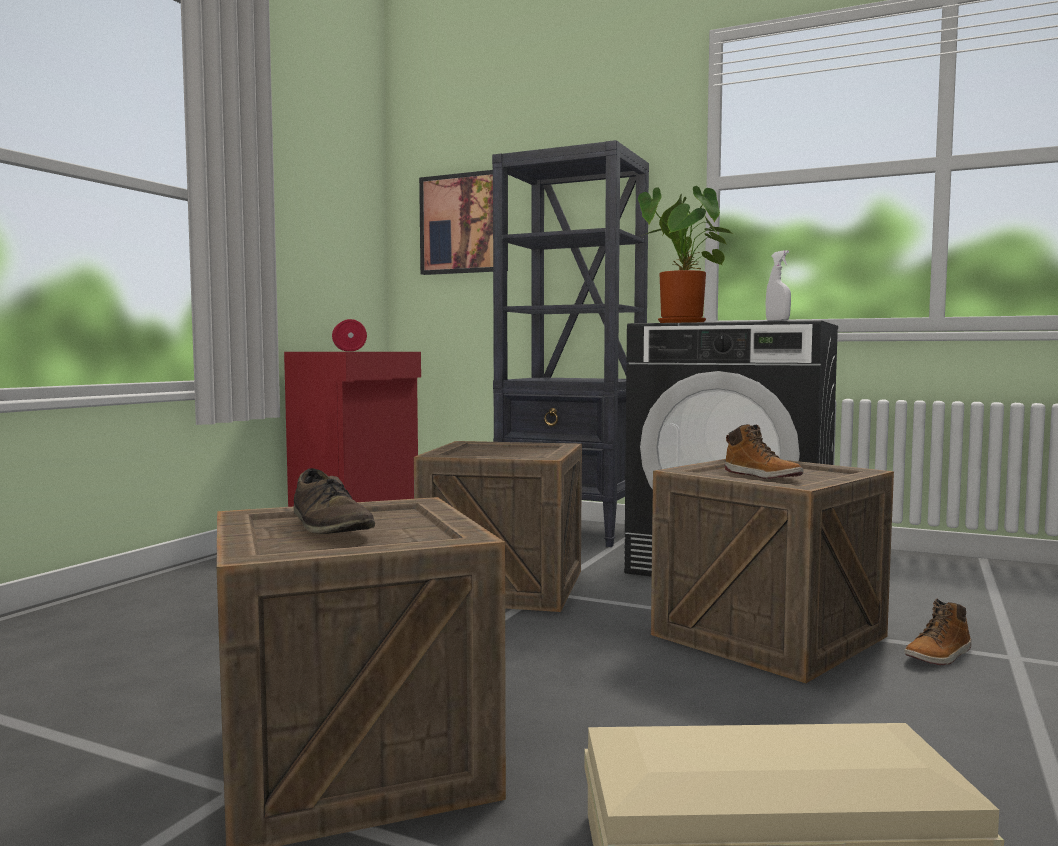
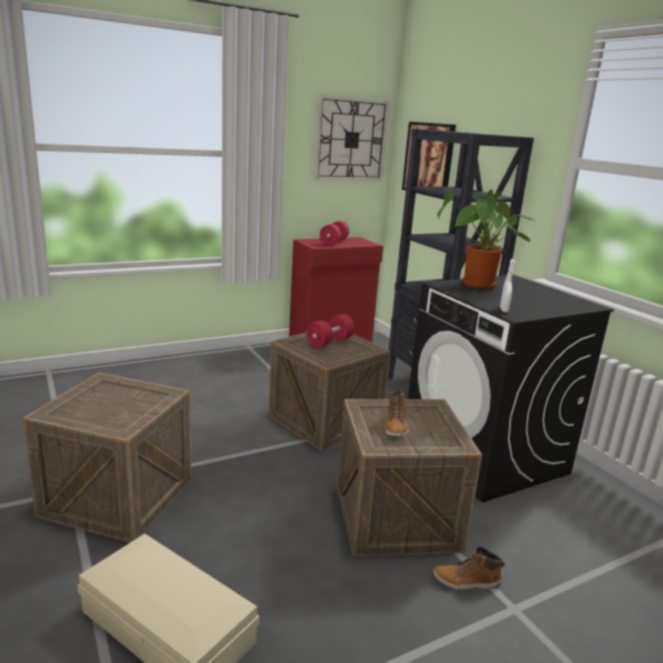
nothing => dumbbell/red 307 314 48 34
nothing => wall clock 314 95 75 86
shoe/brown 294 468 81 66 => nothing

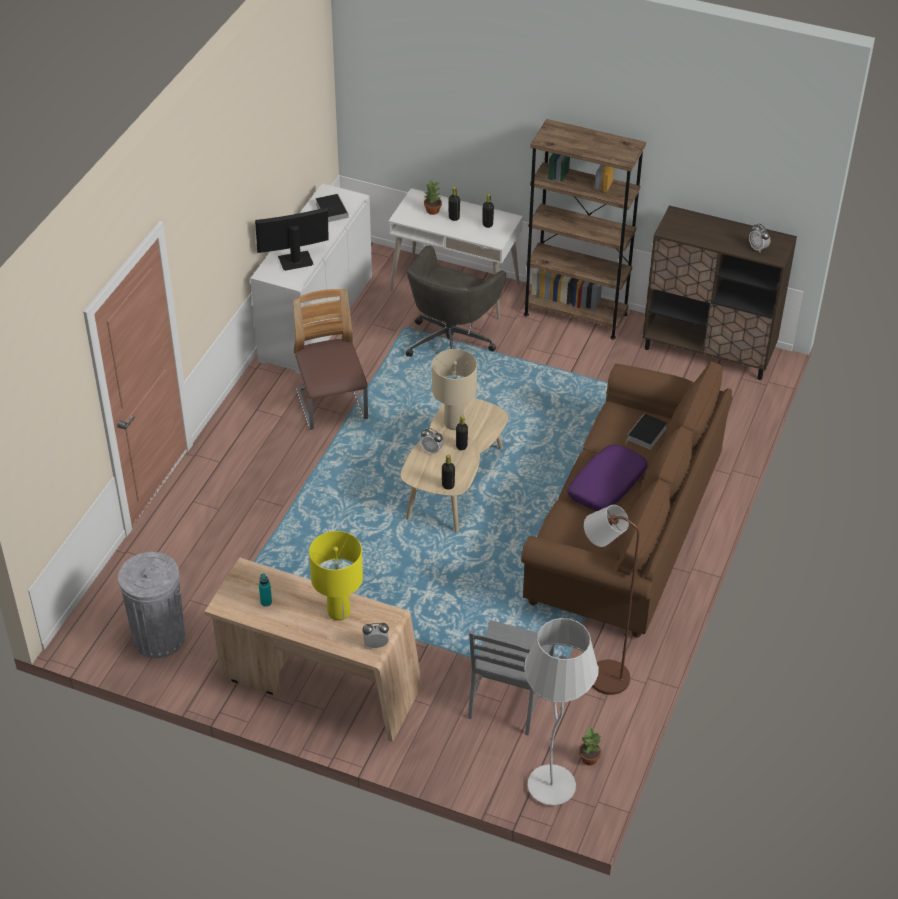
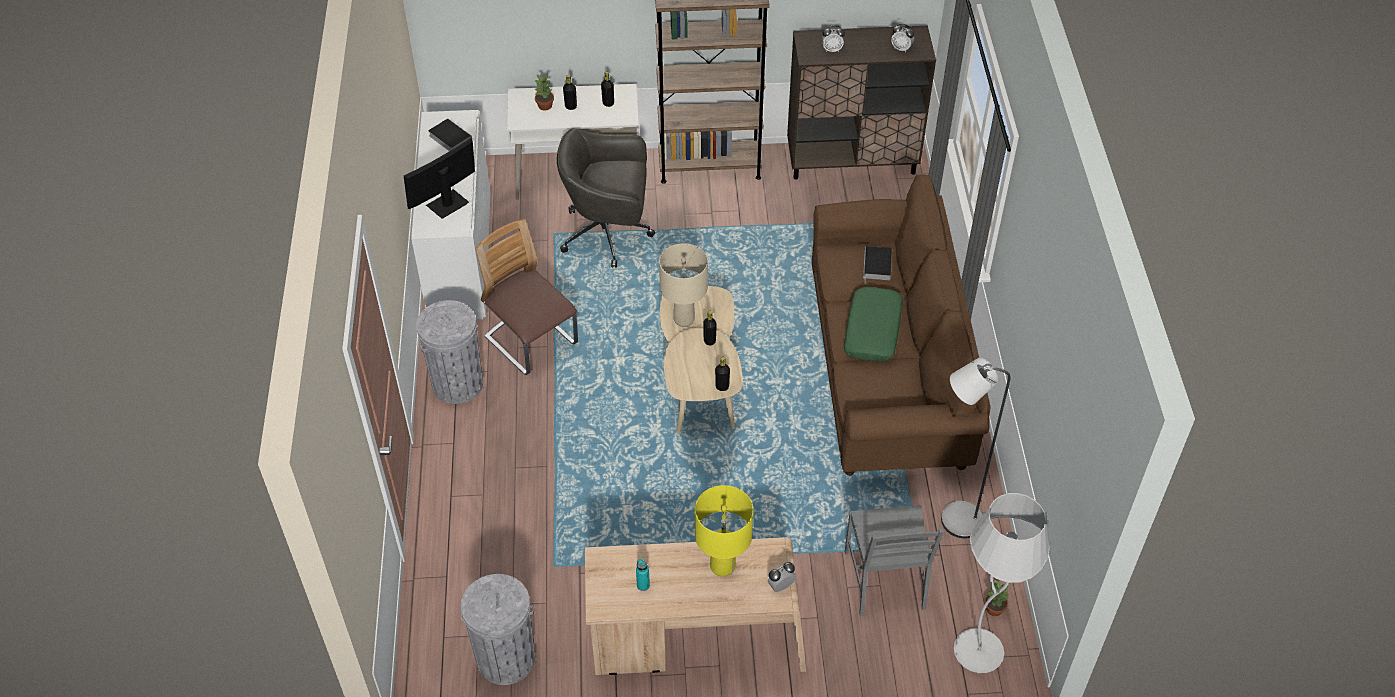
nothing => trash can/grey 416 300 67 104
office chair/grey 406 245 100 112 => office chair/grey 557 128 98 140, 90 degrees clockwise
alarm clock 420 428 24 26 => alarm clock 822 26 23 26, relocated
pillow/purple 567 445 81 66 => pillow/green 844 287 59 74
floor lamp/brown 584 505 56 190 => floor lamp/grey 941 358 70 180

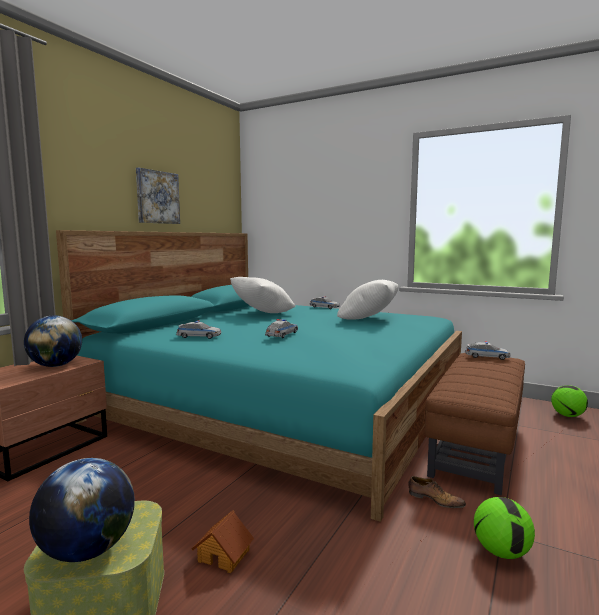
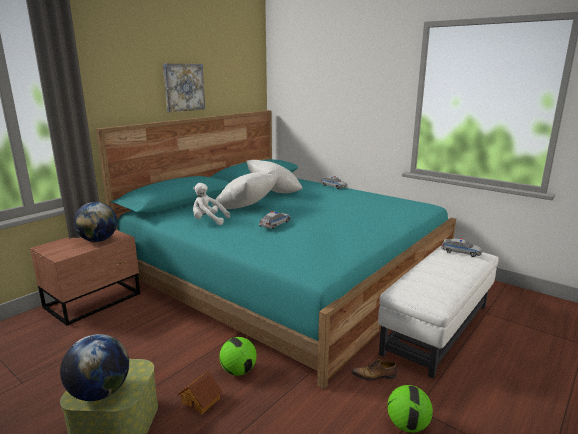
toy car 176 320 45 19 => plush toy/white 193 183 37 42
pillow/white 337 280 61 40 => pillow/white 213 172 65 37, relocated
football 551 385 37 32 => football 219 337 38 39, relocated
shoe 408 476 58 32 => shoe 351 359 47 22, 135 degrees clockwise
ottoman/brown 425 353 100 142 => ottoman/white 378 245 121 133

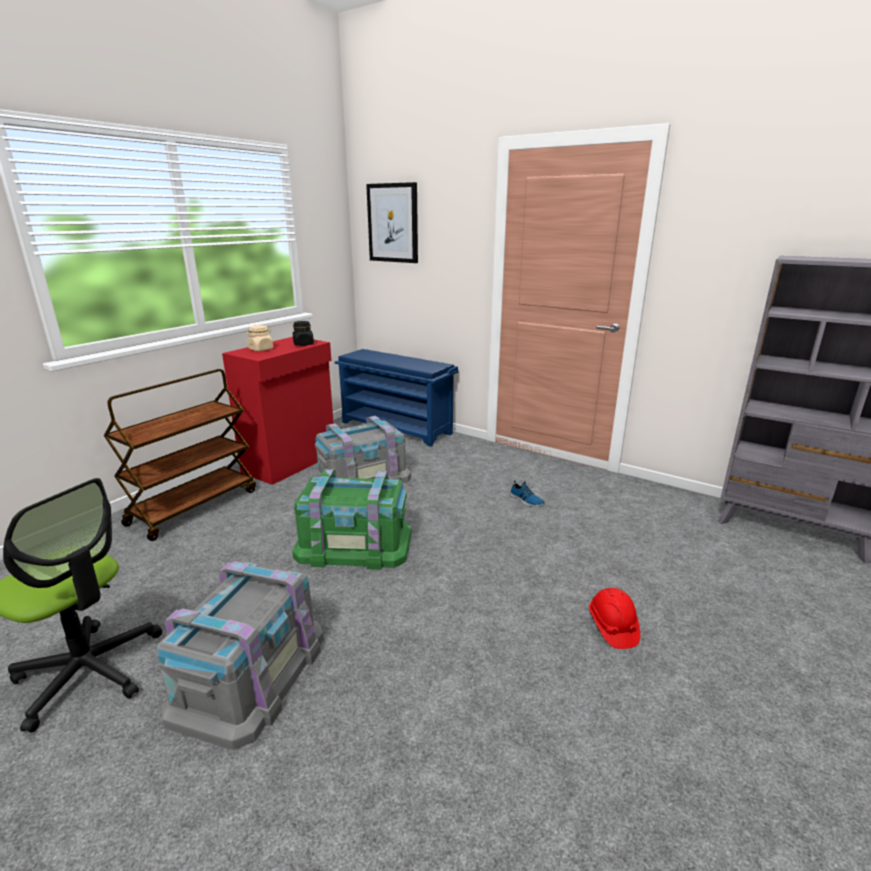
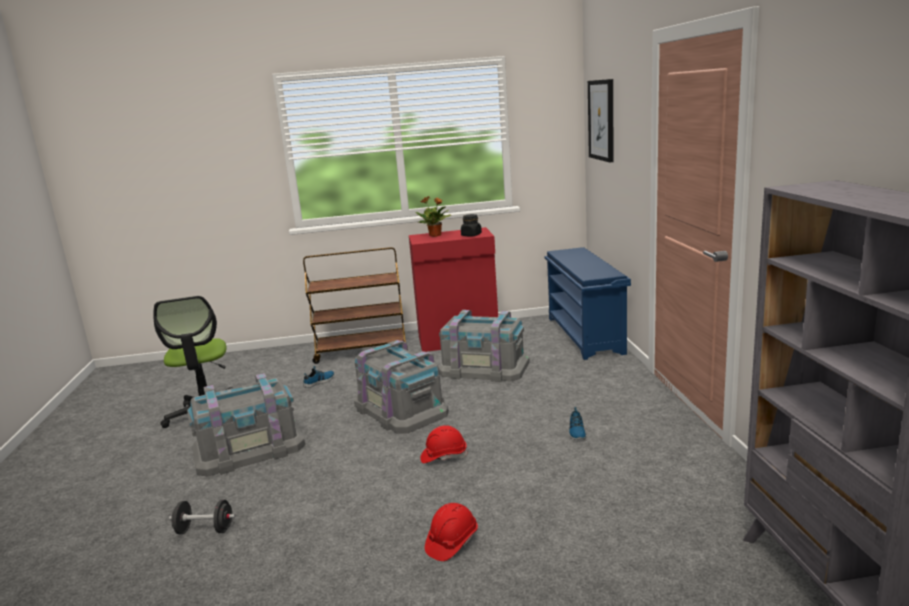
nothing => dumbbell/black 169 500 66 34
nothing => shoe 303 366 31 22
storage box/green 292 469 120 101 => storage box/grey 354 340 95 93
jar/beige 247 325 26 26 => potted plant 415 196 36 41
nothing => hard hat/red 420 425 47 38

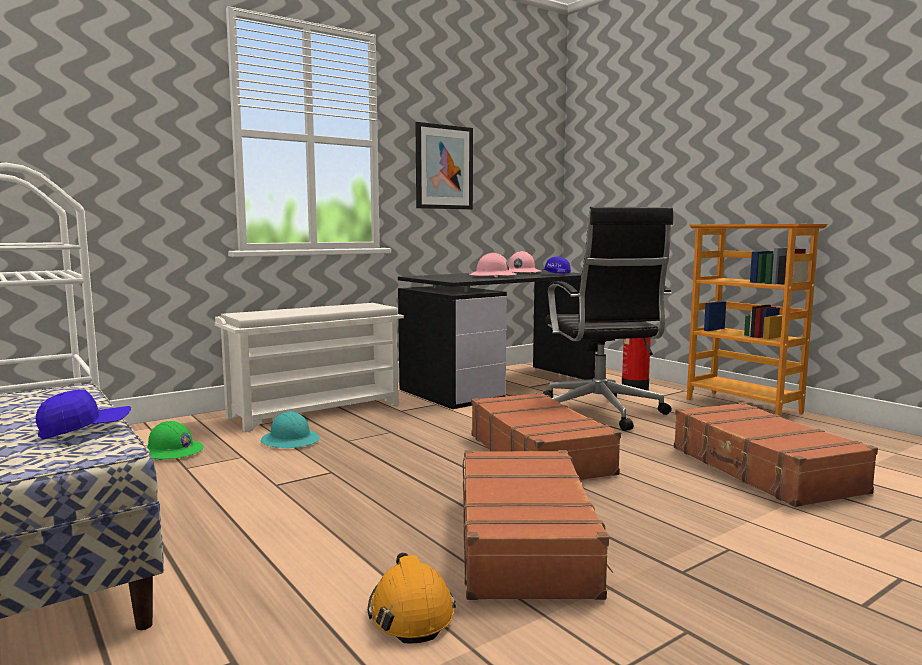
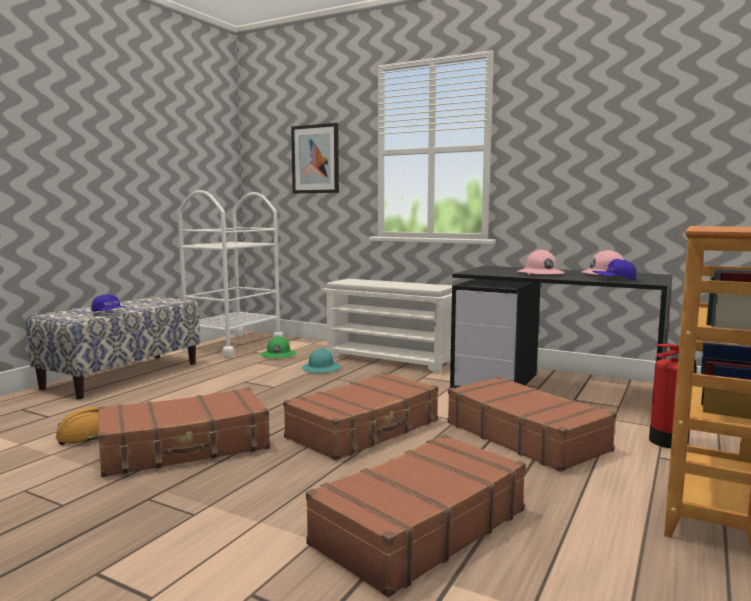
picture 415 122 58 87 => picture 291 123 48 70, relocated
office chair/black 543 207 130 224 => suitcase/brown 447 377 170 95

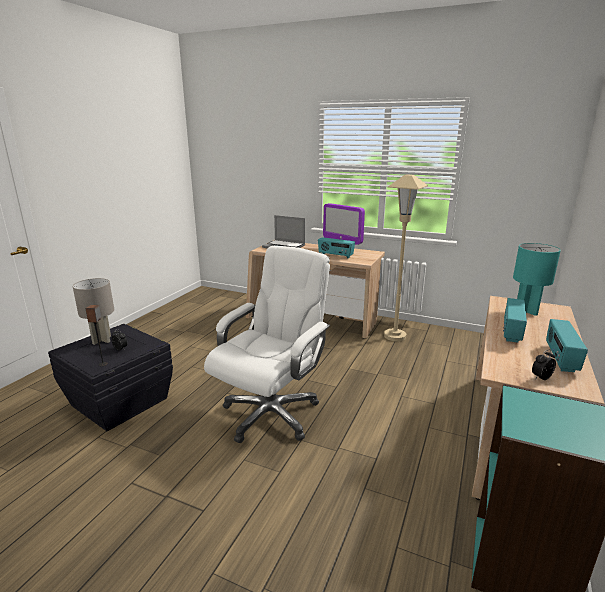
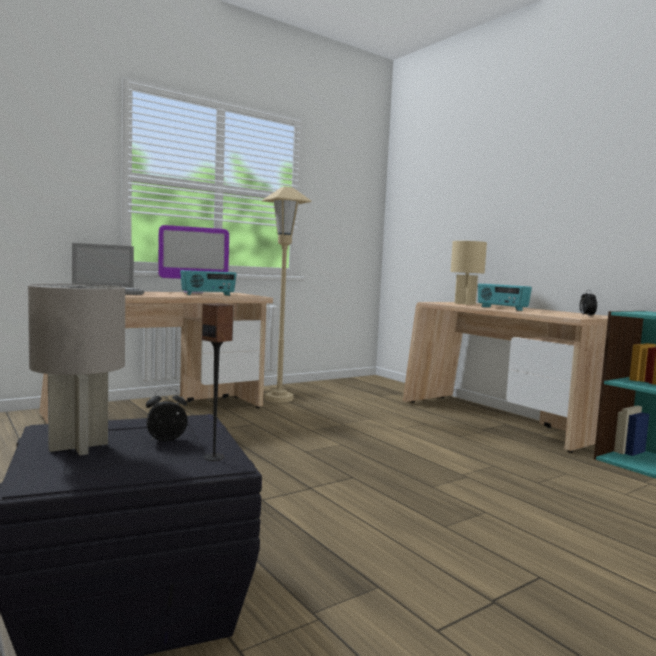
table lamp/turquoise 513 243 48 73 => table lamp/beige 451 241 36 64
office chair/white 204 246 126 197 => nothing
radio 546 319 42 53 => nothing

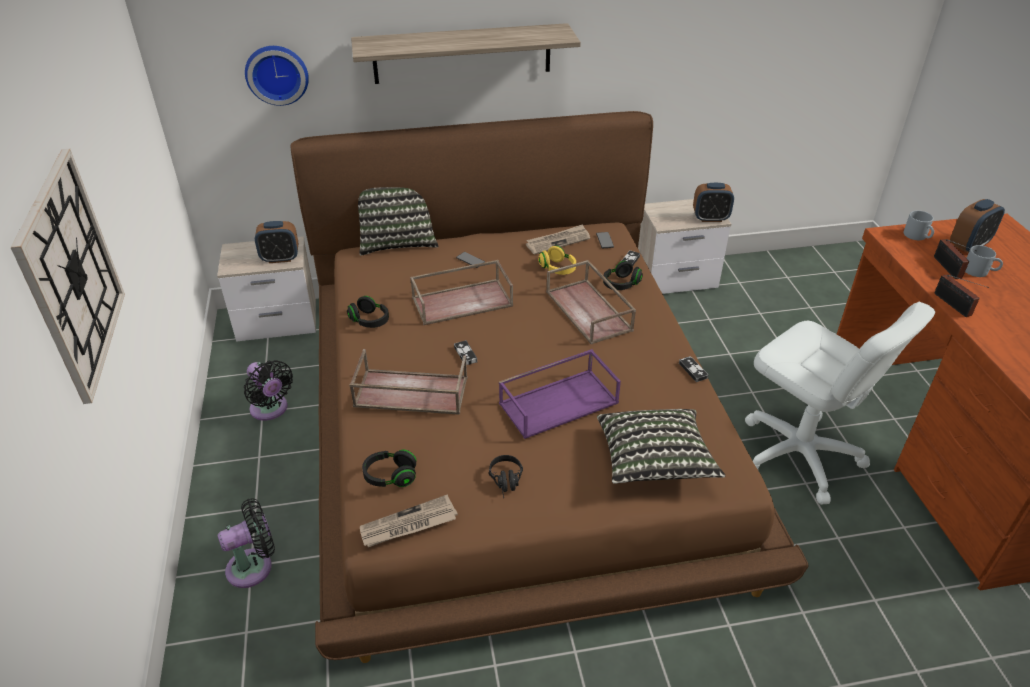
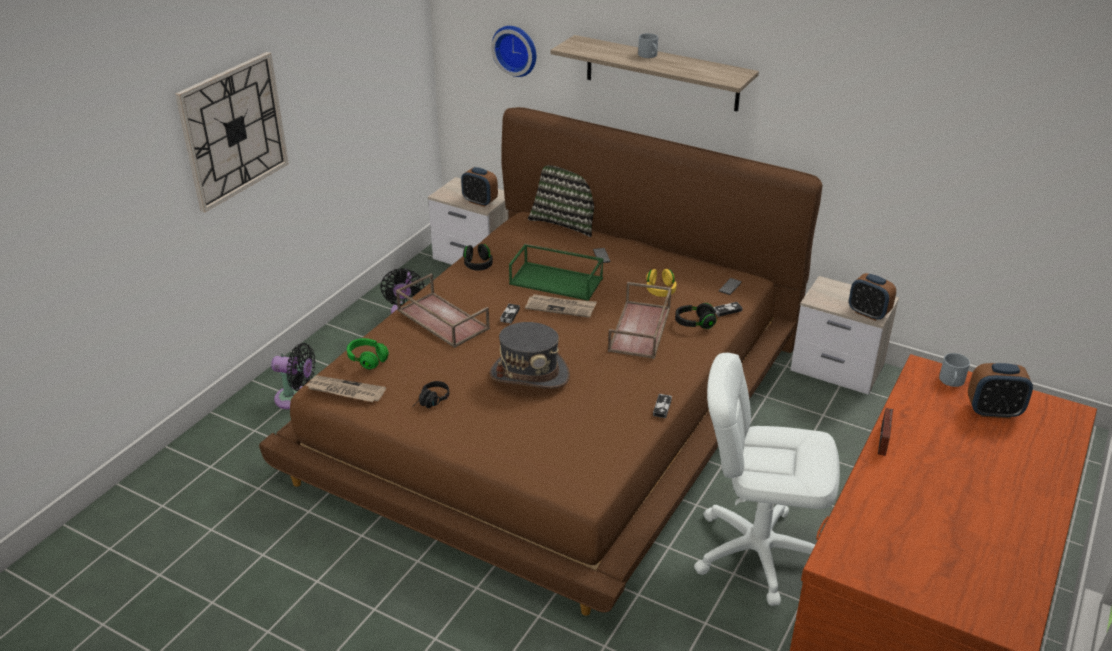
headphones/black 362 449 55 38 => headphones/green 347 338 42 32
tray/purple 499 349 122 90 => hat/grey 489 322 81 67
tray/brown 410 260 103 65 => tray/green 509 244 94 57
newspaper 526 224 64 31 => newspaper 525 294 72 24, relocated
mug/grey 965 245 38 32 => mug/grey 638 33 20 25, relocated
office chair/white 745 302 190 203 => office chair/white 694 353 146 253, 105 degrees clockwise
pillow 597 409 129 75 => nothing
radio 934 239 43 40 => nothing

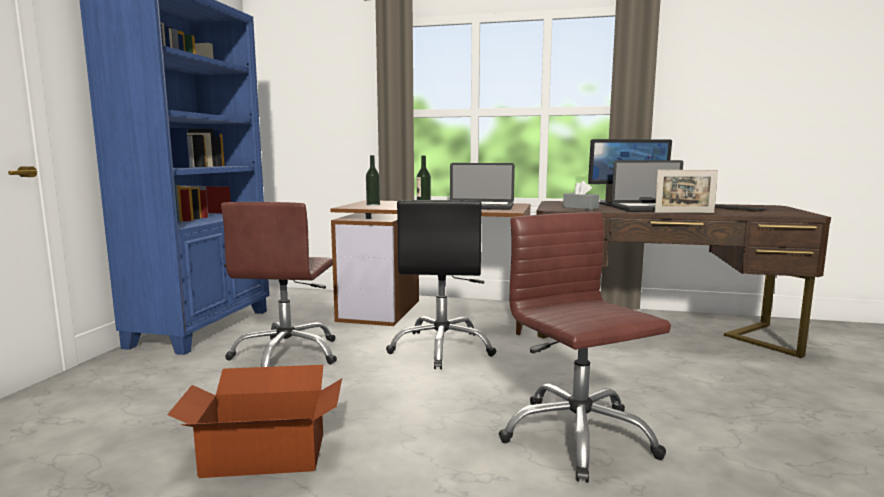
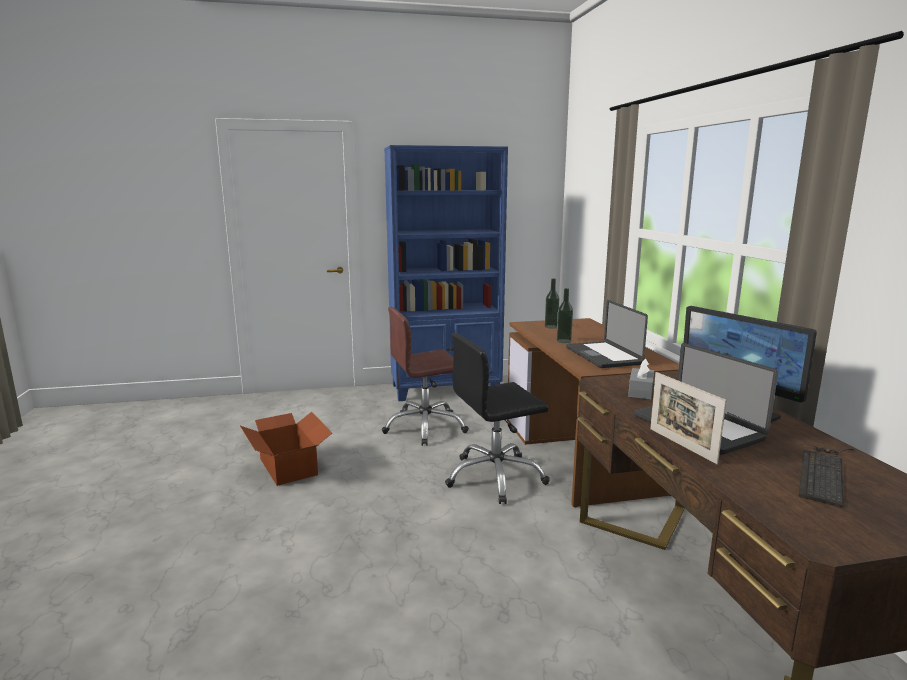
office chair/brown 499 212 172 270 => nothing

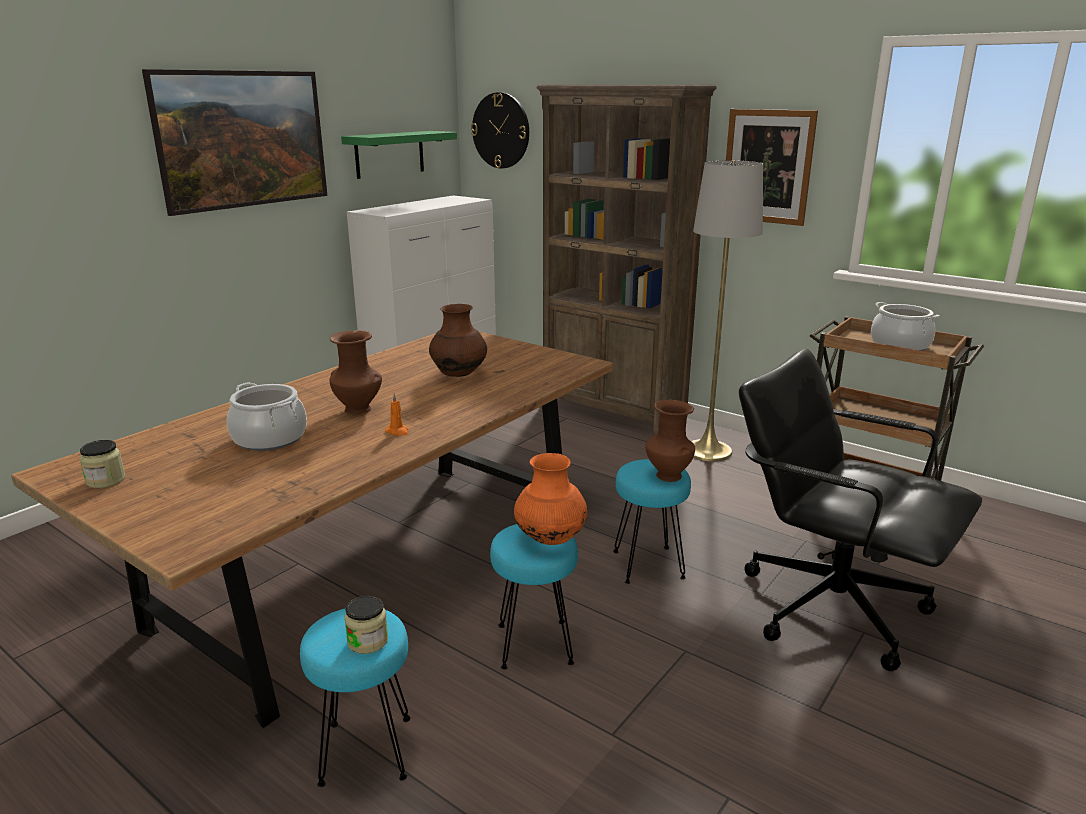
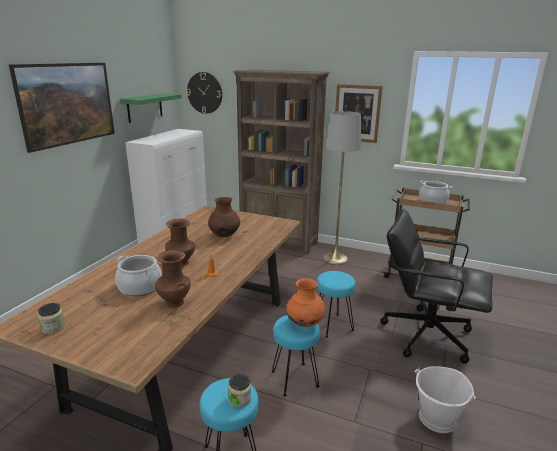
vase/brown 645 399 50 83 => vase/brown 155 250 36 58, relocated
nothing => bucket/white 415 366 61 67

